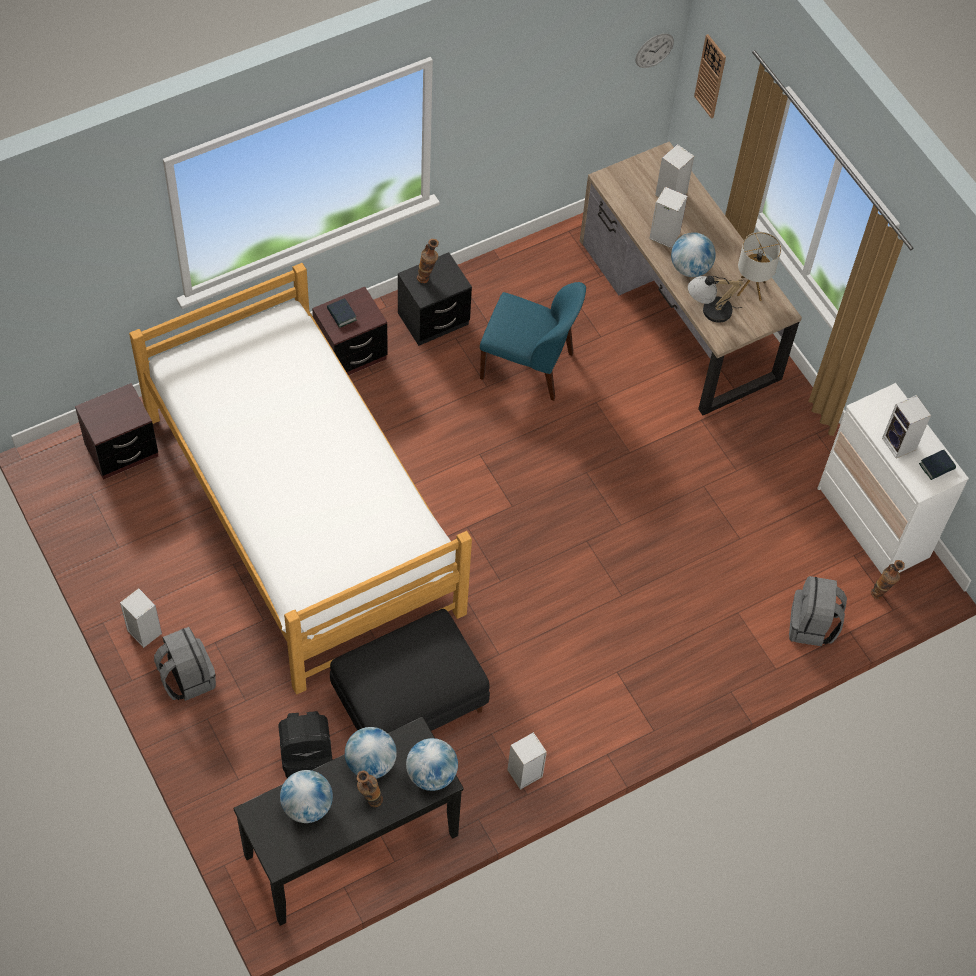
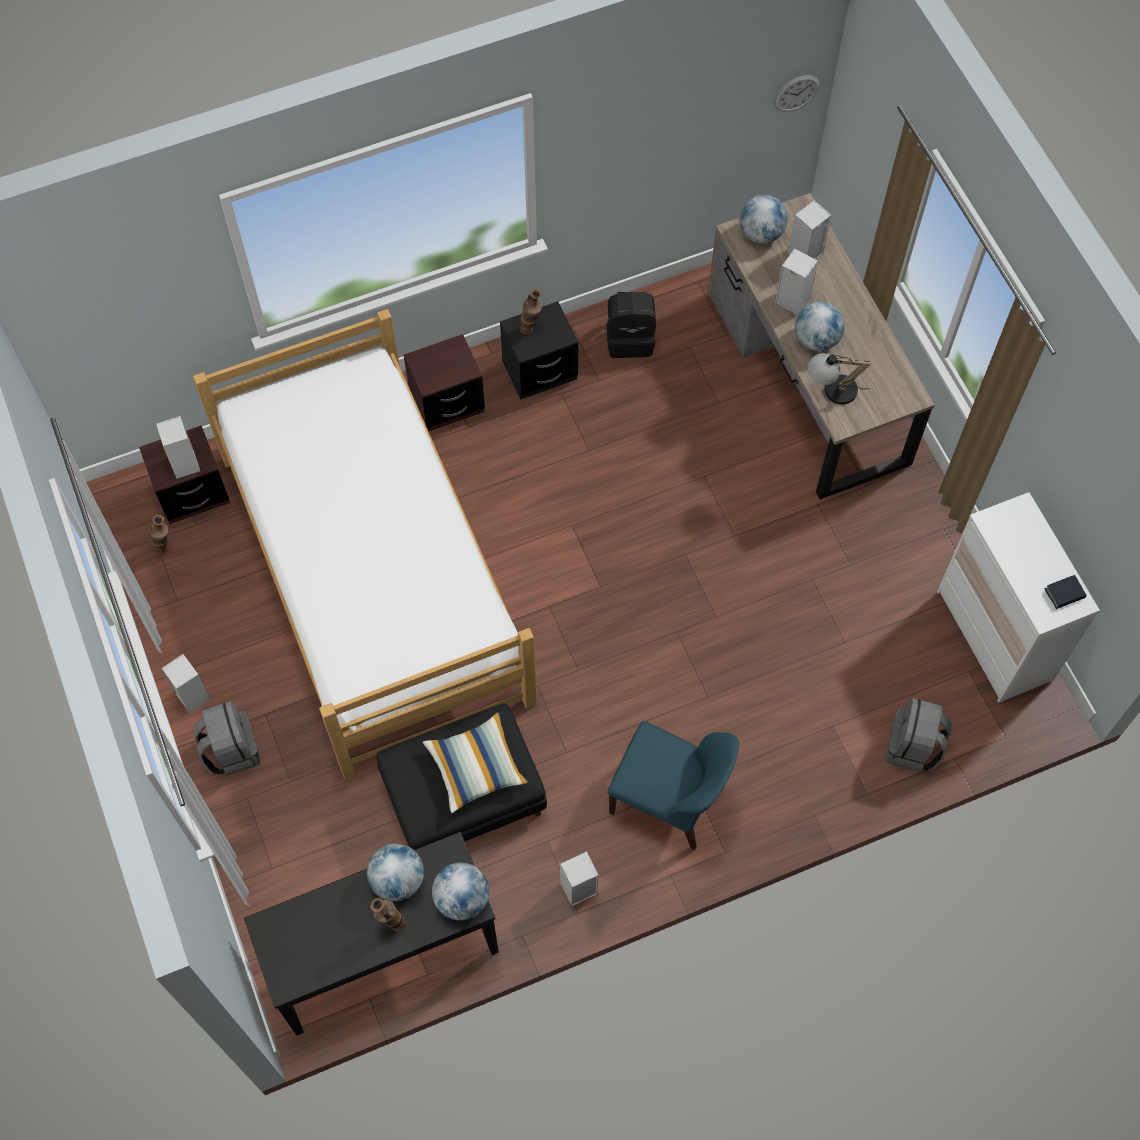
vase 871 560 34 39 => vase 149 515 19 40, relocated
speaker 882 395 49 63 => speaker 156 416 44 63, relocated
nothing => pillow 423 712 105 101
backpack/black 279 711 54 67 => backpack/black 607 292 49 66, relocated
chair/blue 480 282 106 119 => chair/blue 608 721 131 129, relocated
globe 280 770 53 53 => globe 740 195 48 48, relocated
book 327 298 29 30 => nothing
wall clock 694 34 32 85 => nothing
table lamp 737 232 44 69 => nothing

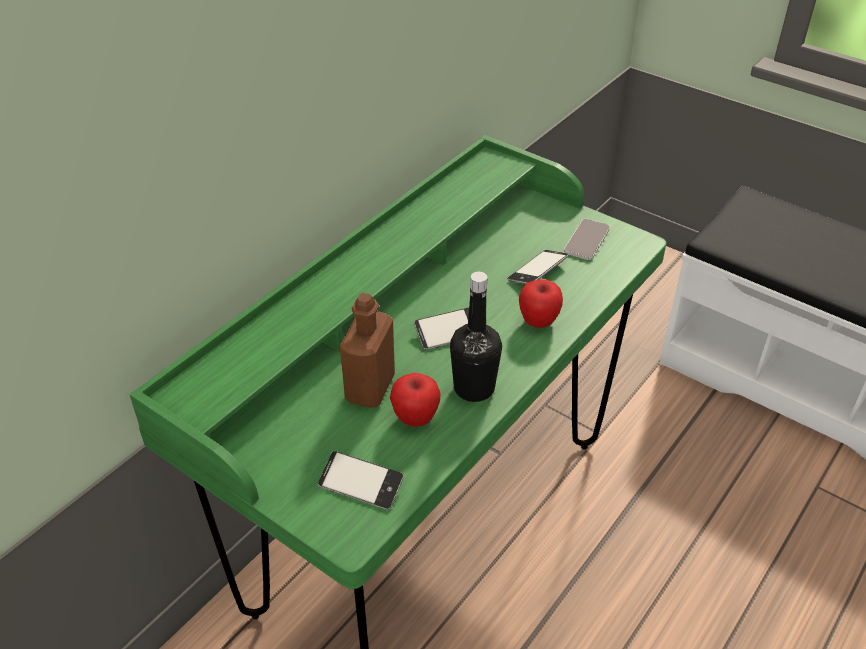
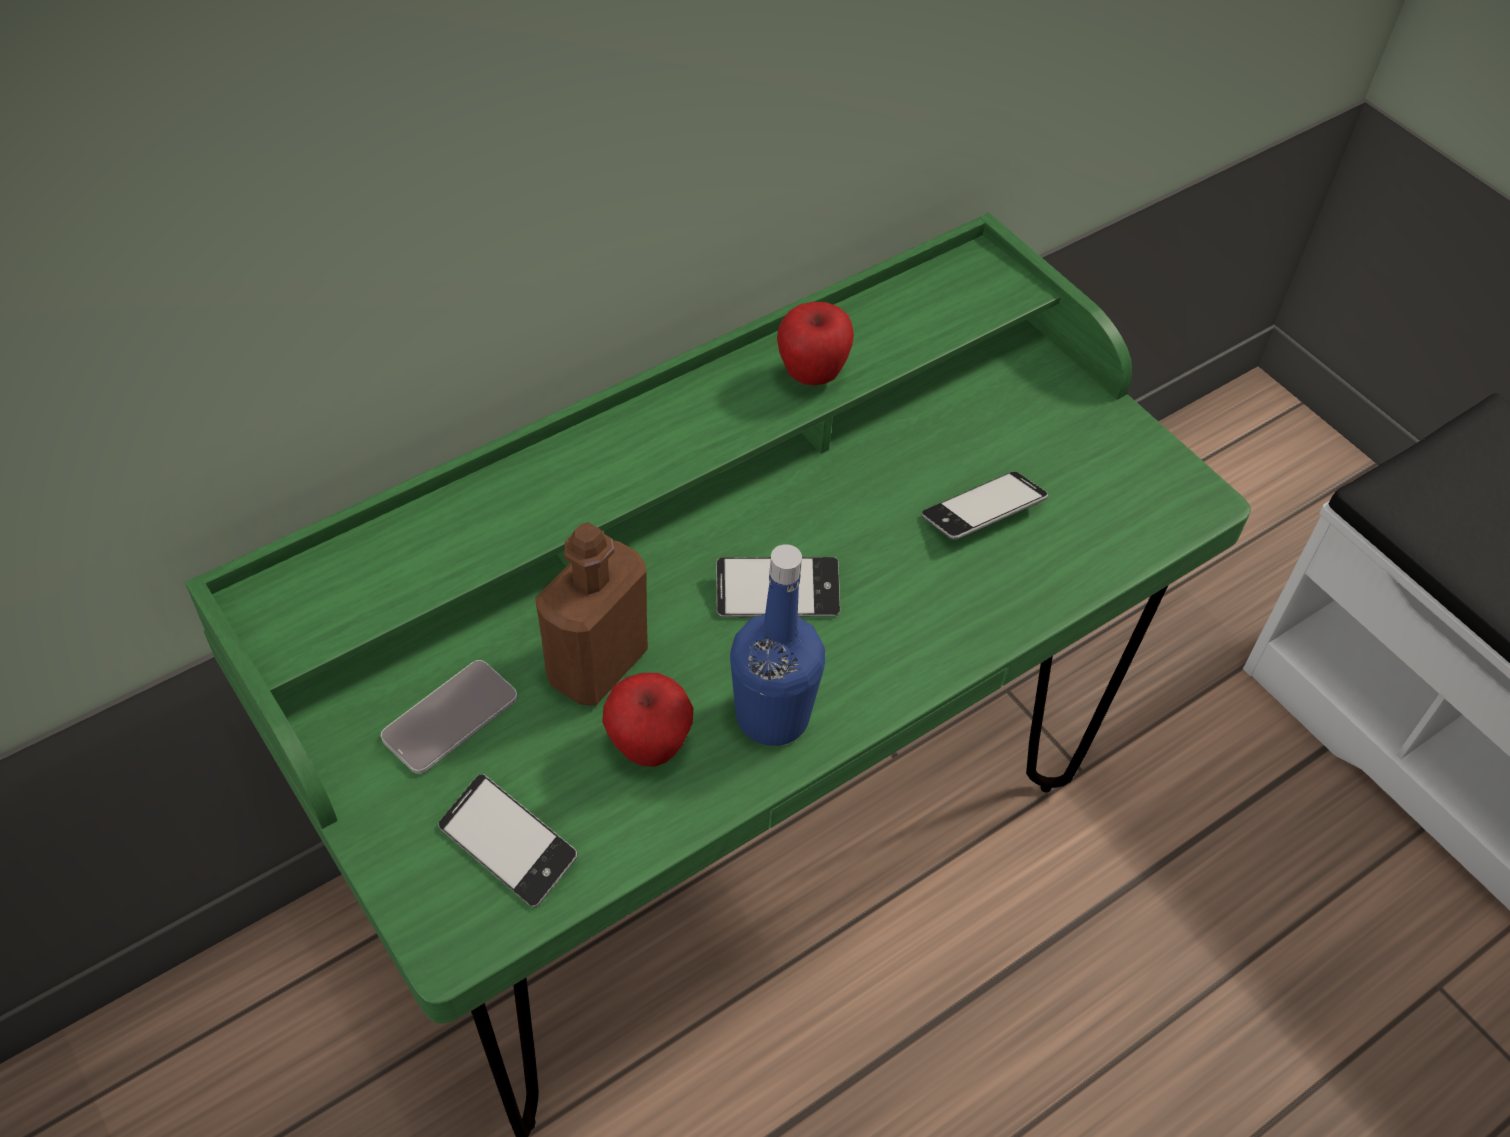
phone 564 219 46 41 => phone 381 660 136 114, relocated
bottle/black 450 272 52 130 => bottle/blue 730 544 95 202
apple 519 279 44 49 => apple 777 302 77 83, relocated

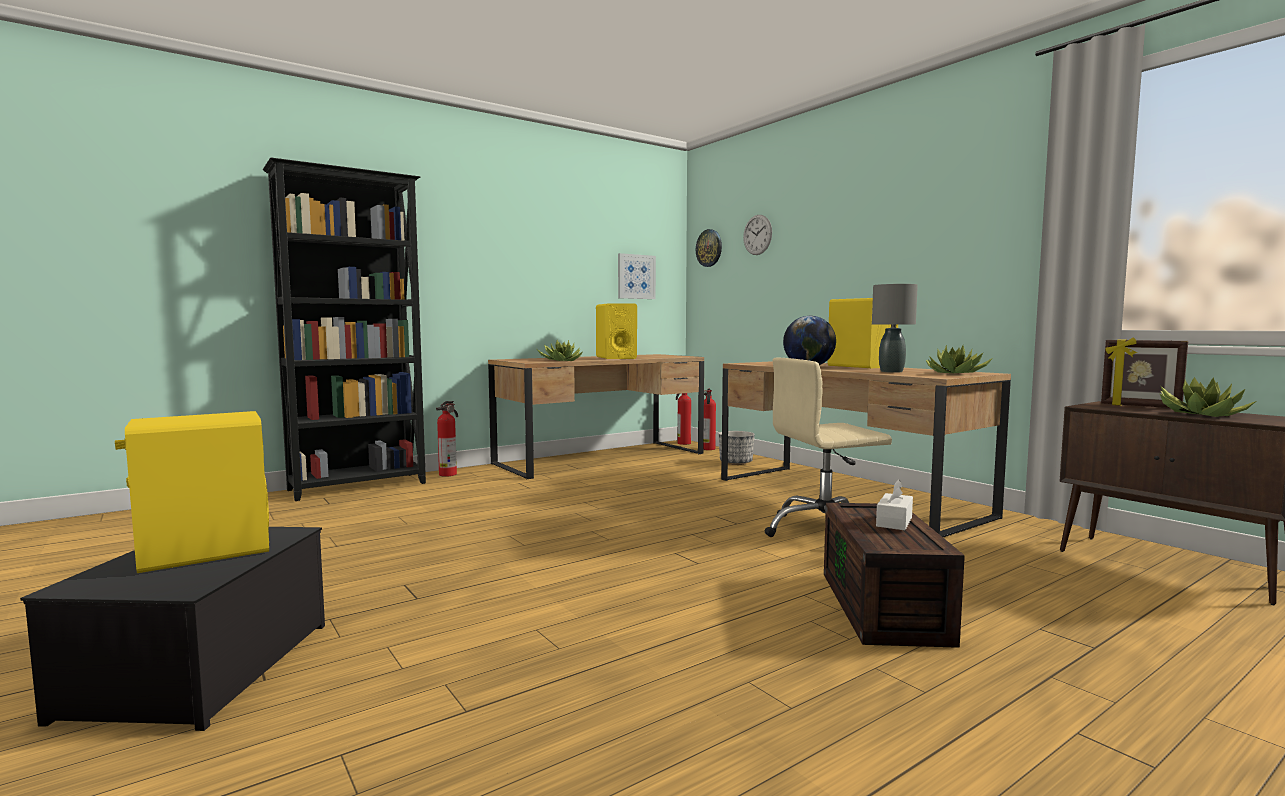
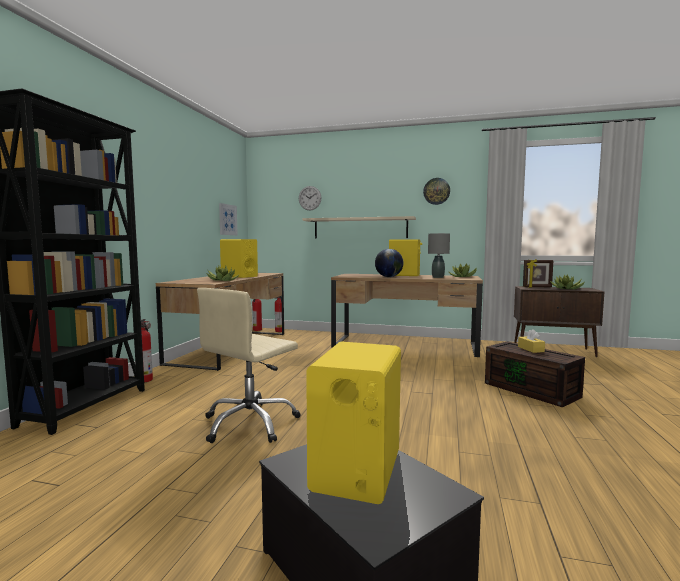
office chair/beige 765 358 127 179 => office chair/beige 197 288 103 155, relocated
nothing => shelf/beige 302 216 114 23
wall clock 696 229 26 38 => wall clock 423 178 27 27, relocated
tissue box/white 876 479 37 51 => tissue box/yellow 518 329 27 24
planter 719 431 36 34 => nothing

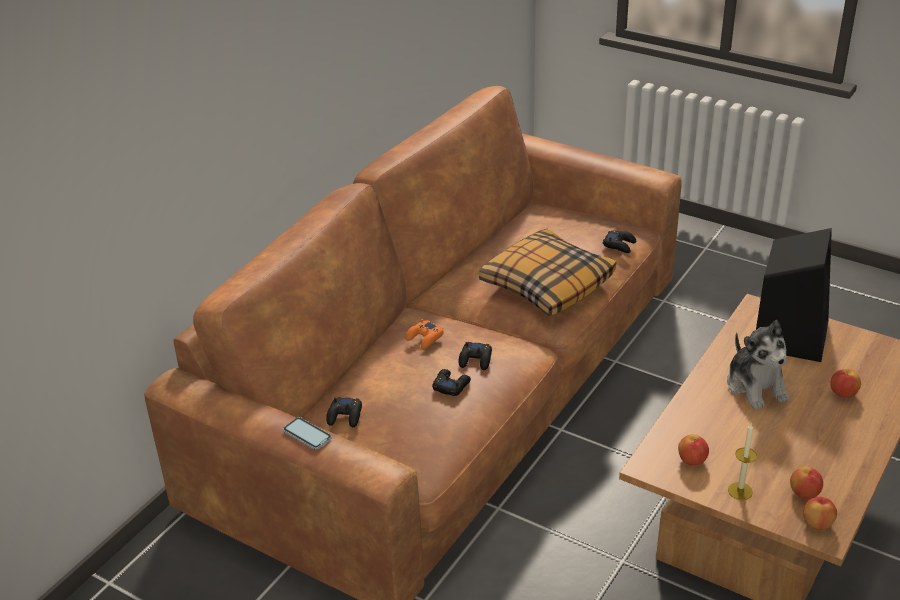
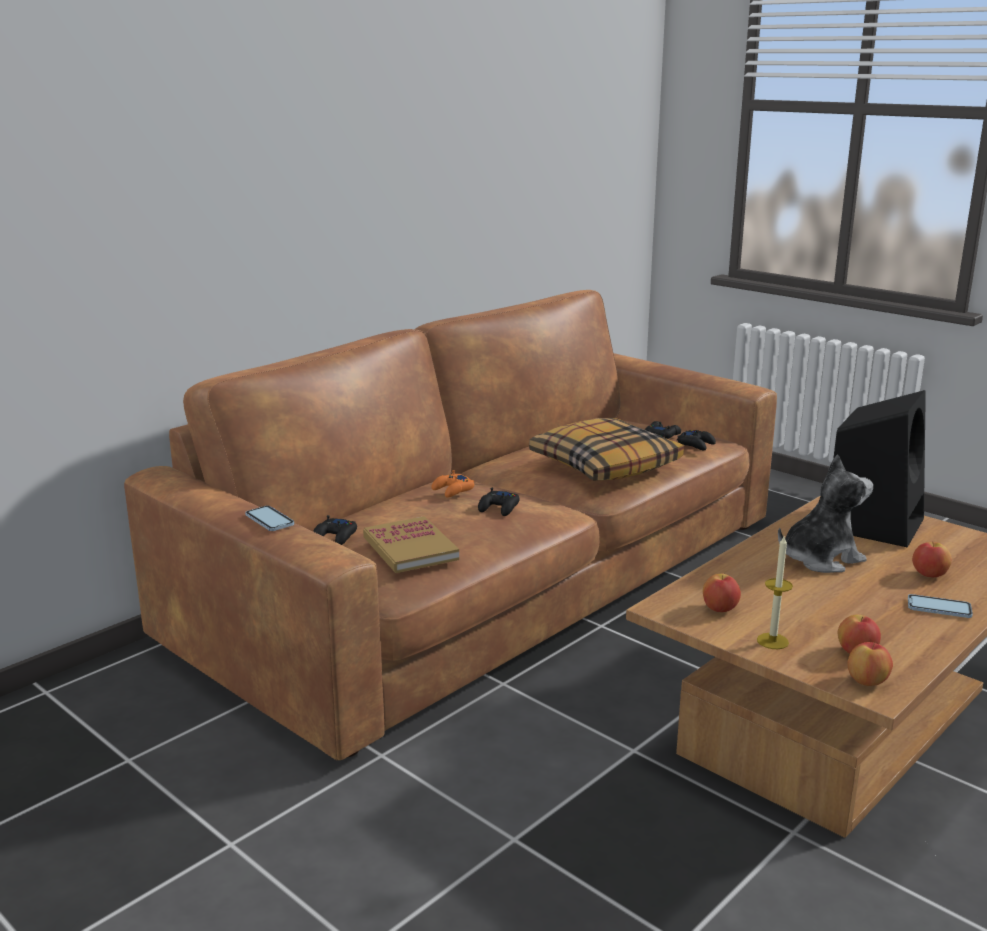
nothing => book 363 516 96 57
game controller/black 432 369 39 27 => game controller/black 645 421 36 18, relocated
plush toy 727 320 63 90 => plush toy 778 454 95 119, 105 degrees counterclockwise
nothing => phone 908 594 65 24

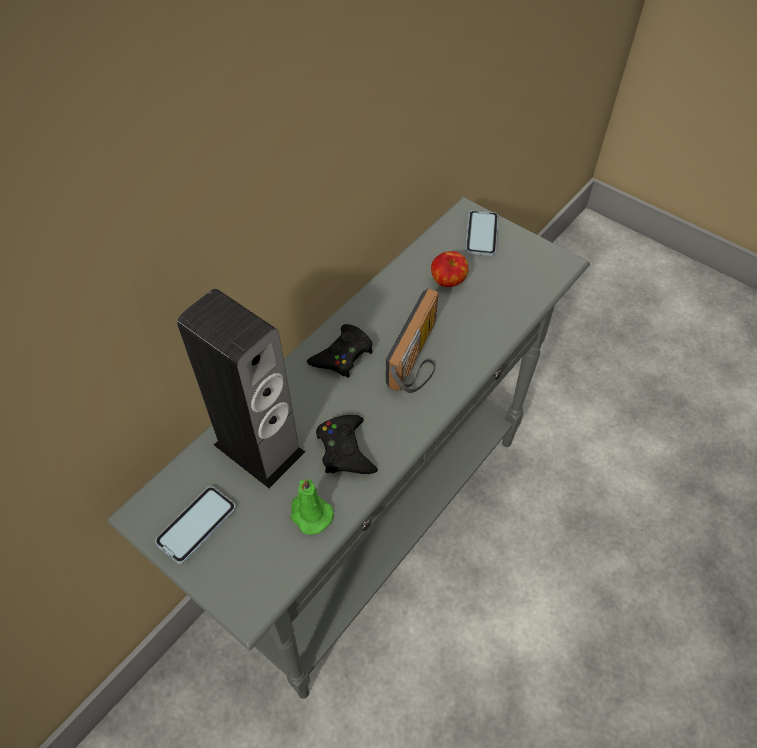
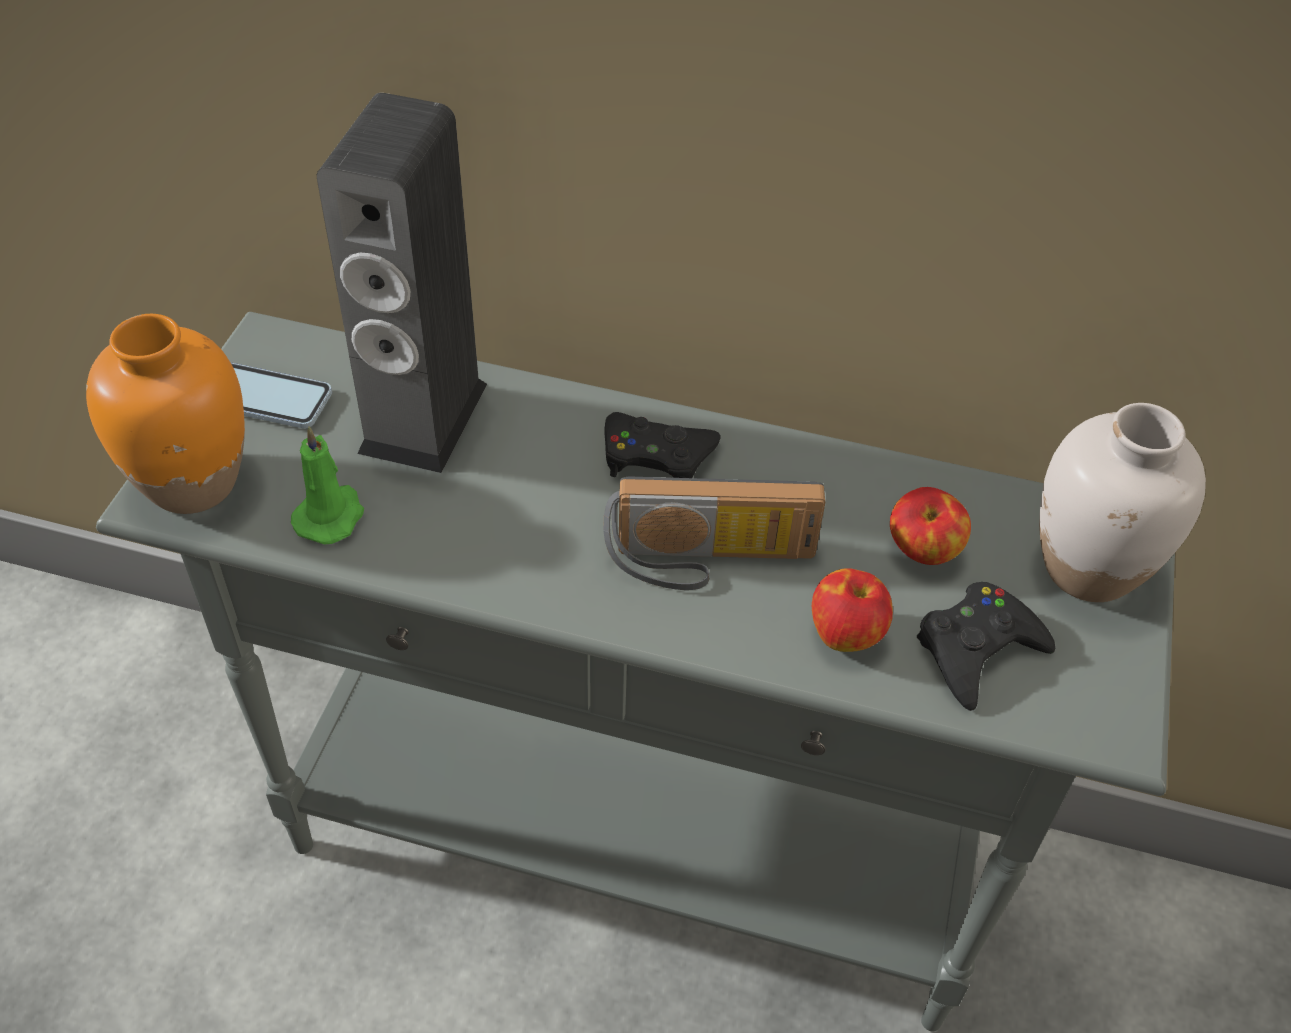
nothing => vase/orange 86 314 159 200
nothing => apple 812 568 81 84
game controller/black 316 415 62 59 => game controller/black 917 582 138 129, relocated
phone 465 211 33 45 => vase/white 1039 403 167 199

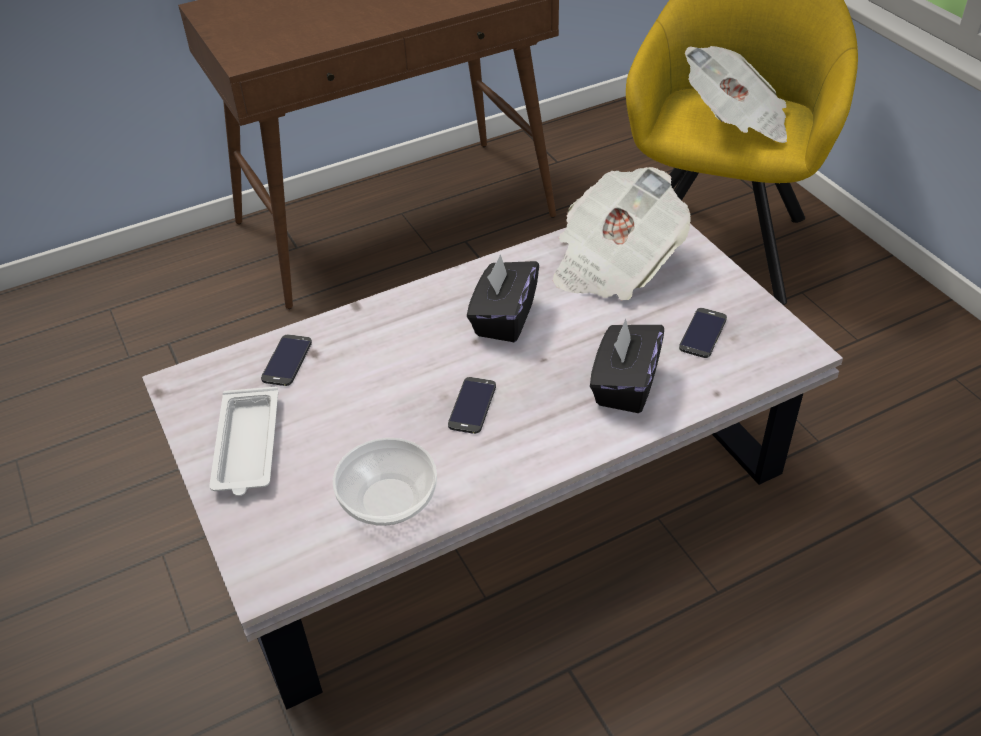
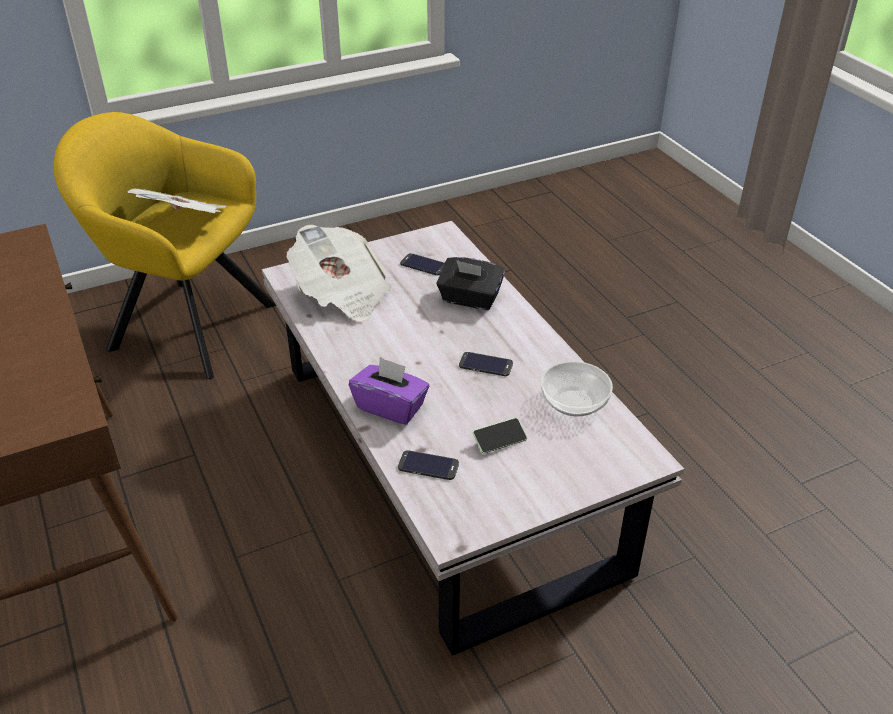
nothing => tissue box/purple 349 357 80 68
nothing => phone 473 418 54 36
tray/white 209 387 69 109 => nothing
tissue box/black 467 254 72 88 => nothing

